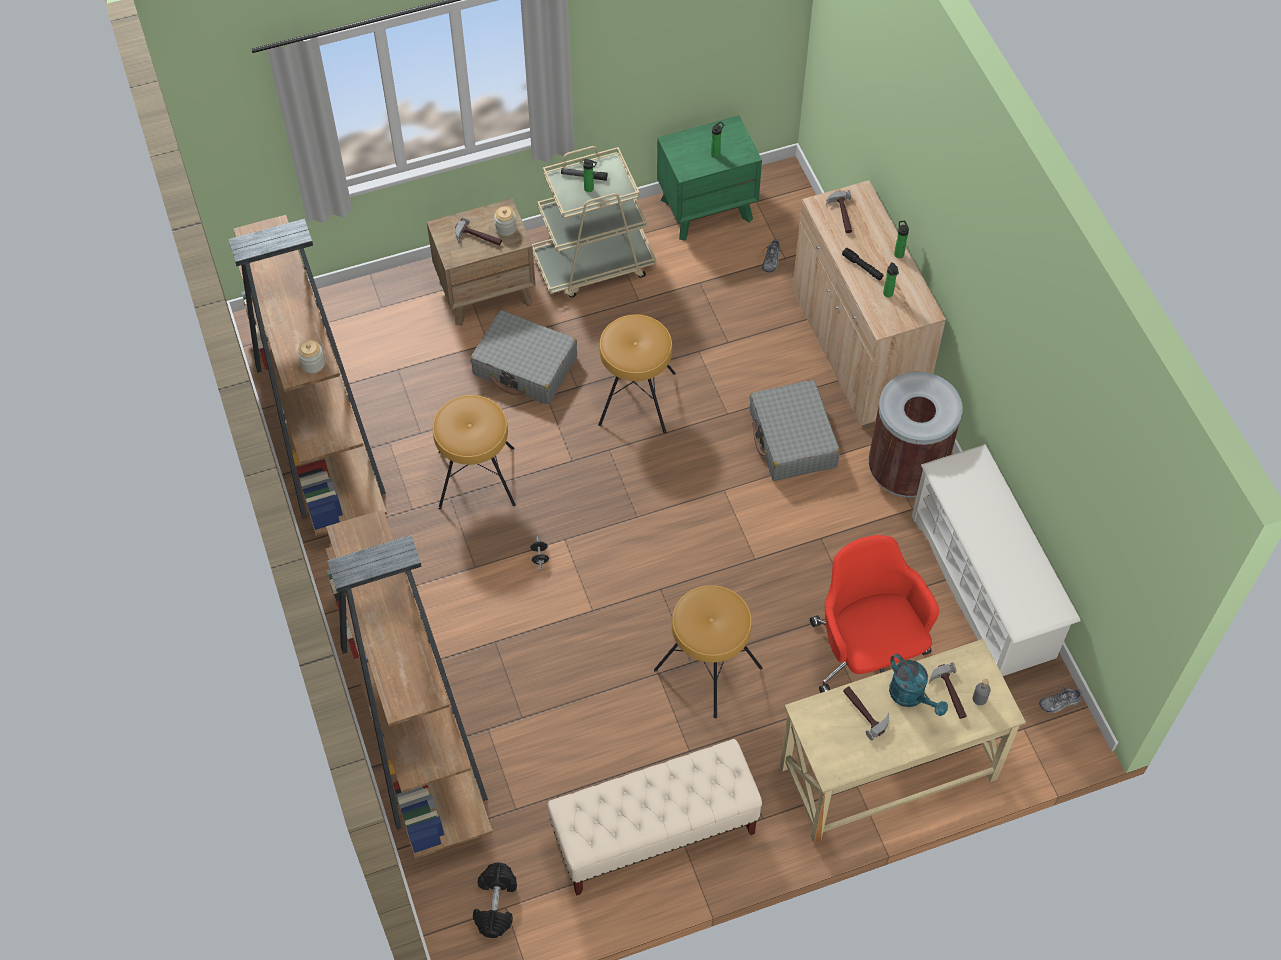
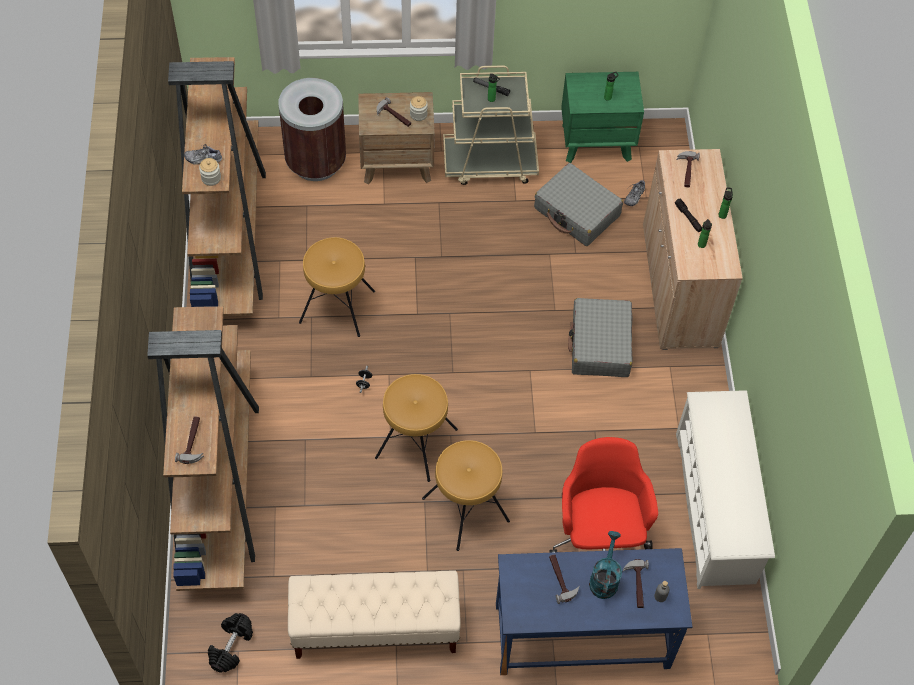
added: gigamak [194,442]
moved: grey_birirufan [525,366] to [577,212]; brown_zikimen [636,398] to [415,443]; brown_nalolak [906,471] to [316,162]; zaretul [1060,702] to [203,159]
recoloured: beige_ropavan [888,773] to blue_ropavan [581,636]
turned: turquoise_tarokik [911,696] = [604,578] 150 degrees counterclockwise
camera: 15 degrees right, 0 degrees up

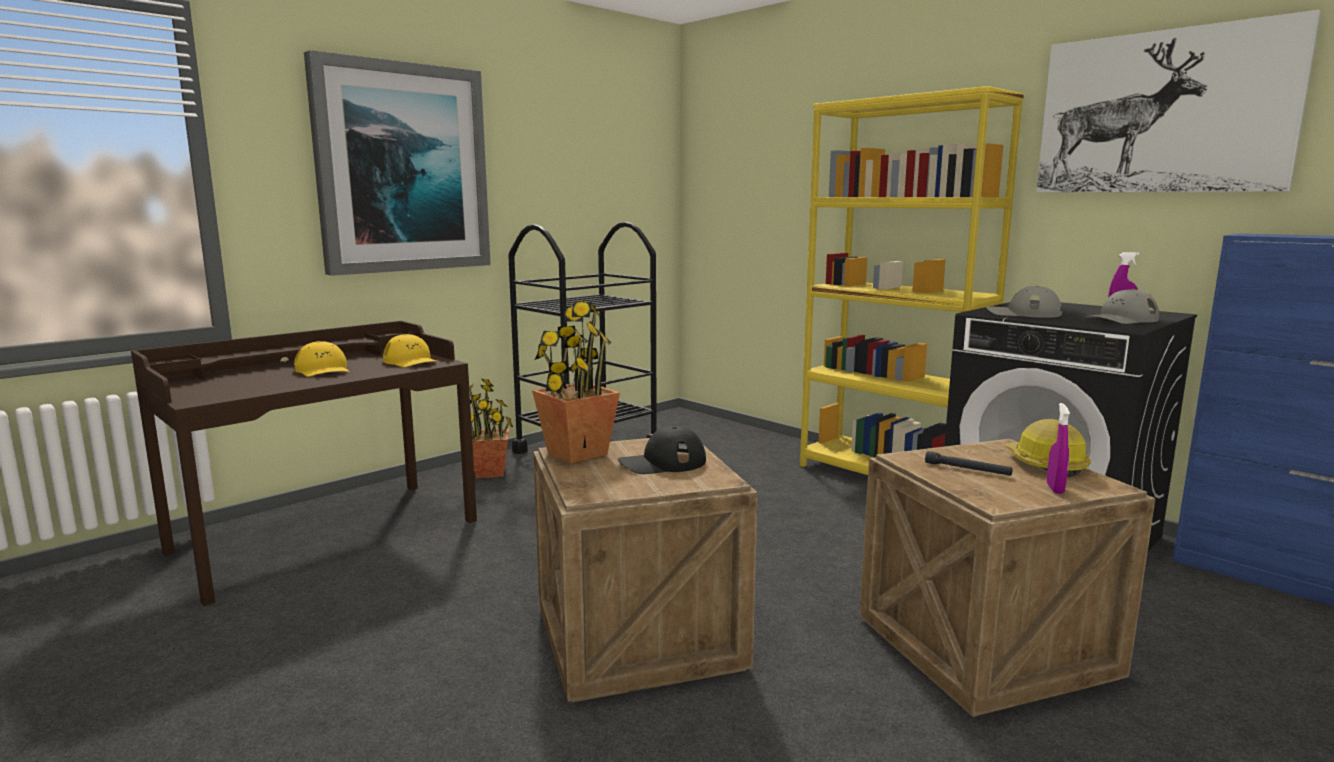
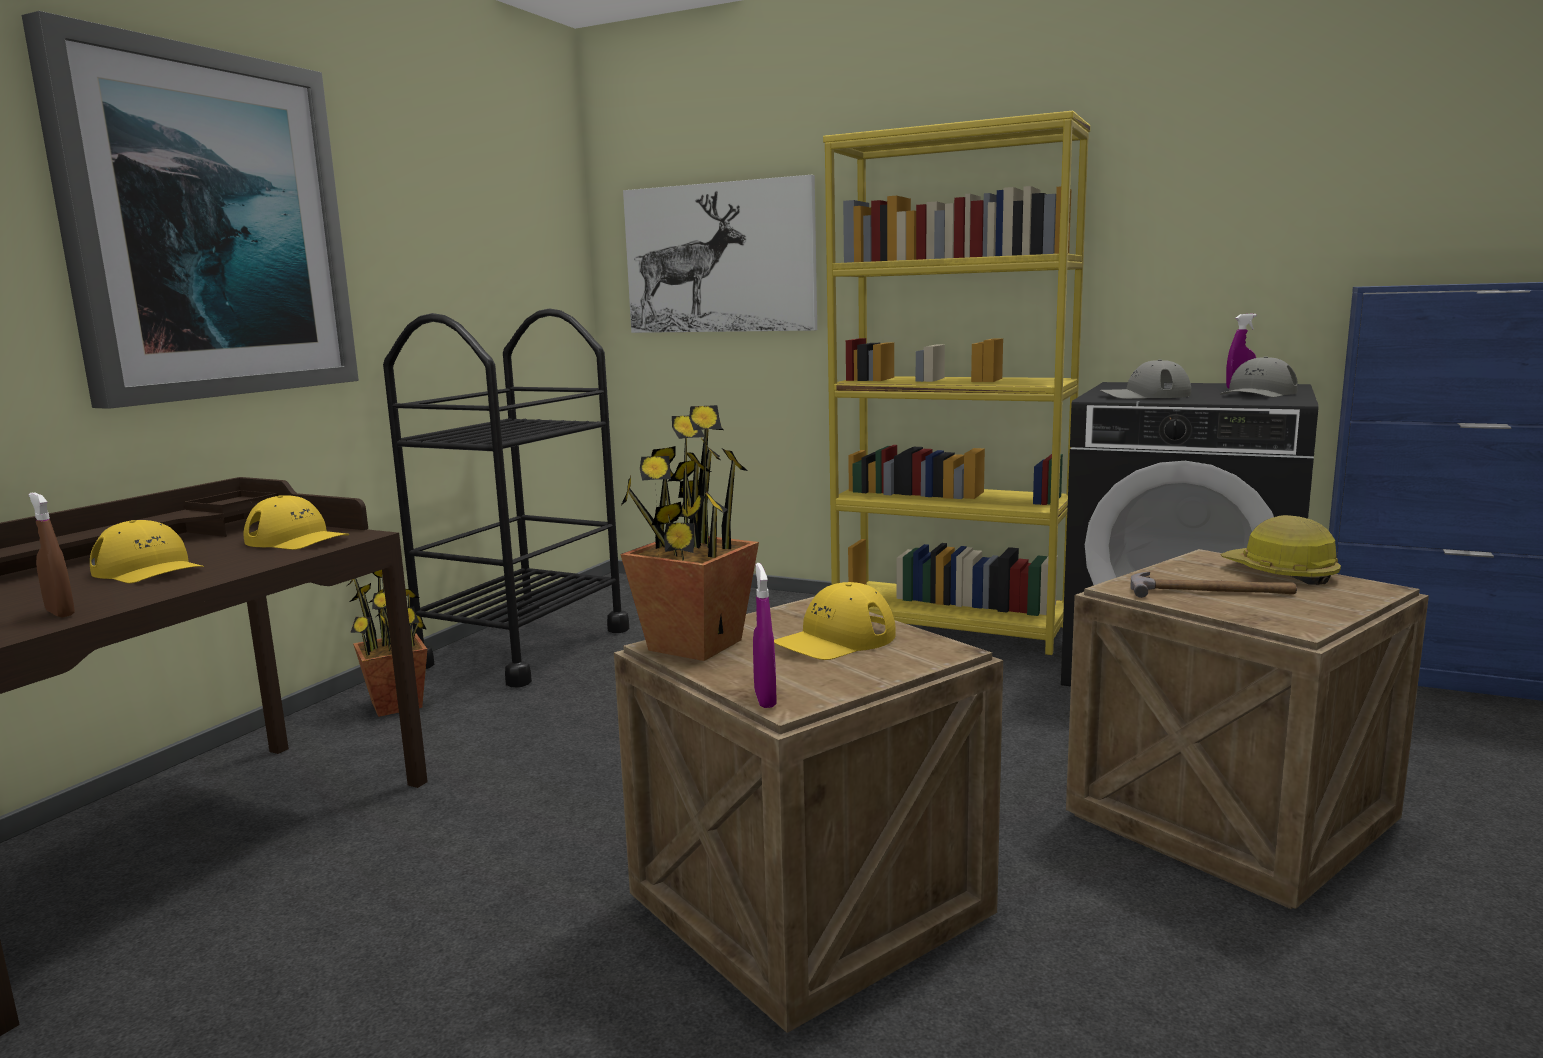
added: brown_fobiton [60,613]
moved: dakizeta [1163,112] to [719,258]; purple_fobiton [1055,489] to [765,699]
replaced: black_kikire [967,470] to gigamak [1211,592]
recoloured: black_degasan [662,463] to yellow_degasan [835,640]
camera: 20 degrees left, 0 degrees up

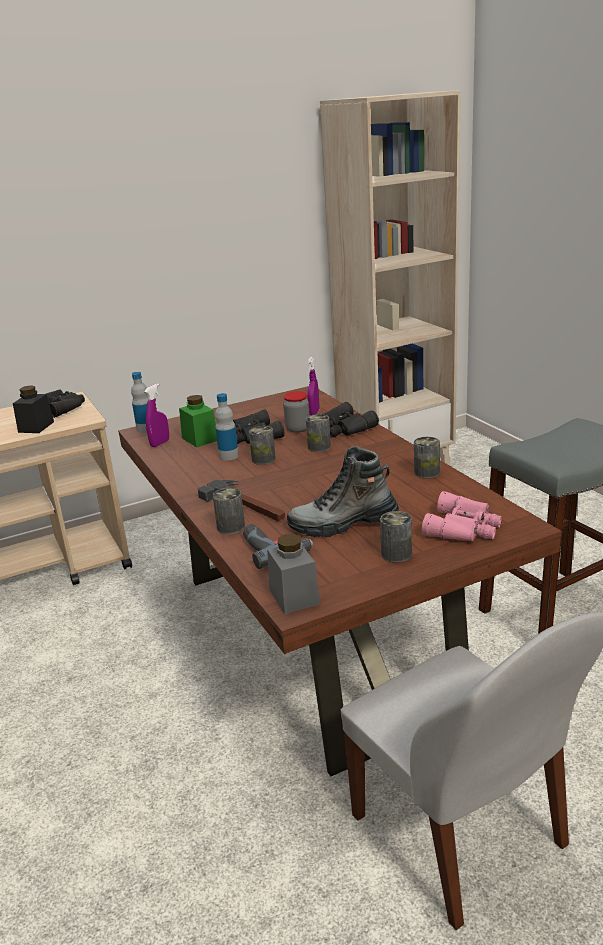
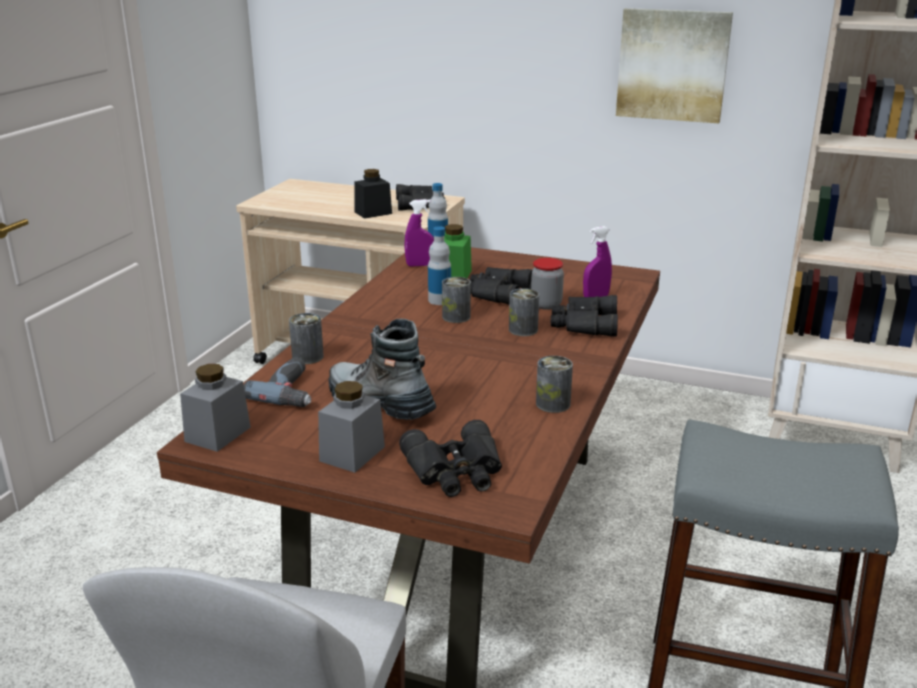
removed: gigamak [246,505]
added: dakizeta [672,65]
replaced: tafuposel [396,554] to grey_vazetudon [352,454]
recoloured: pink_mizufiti [464,528] to black_mizufiti [456,471]
camera: 45 degrees right, 0 degrees up

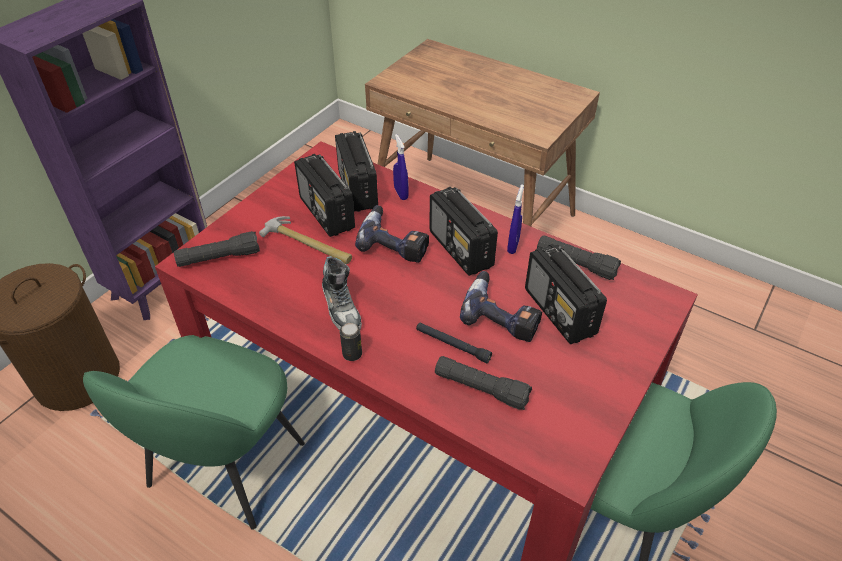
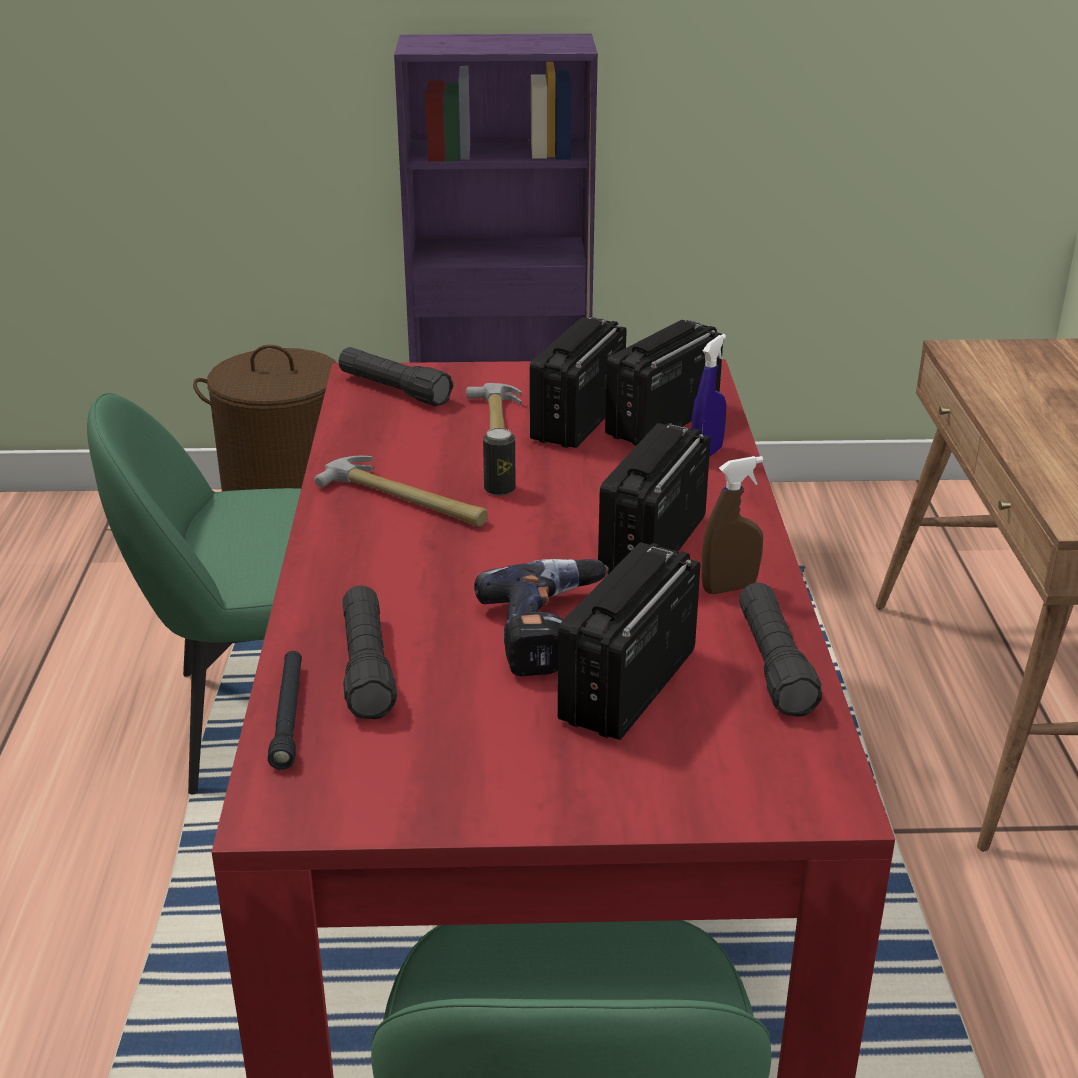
removed: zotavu [395,242]
moved: black_kikire [452,345] to [288,715]; tafuposel [352,354] to [499,489]
replaced: zaretul [341,307] to gigamak [404,500]
recoloured: blue_fobiton [513,246] to brown_fobiton [729,588]
camera: 55 degrees right, 15 degrees down

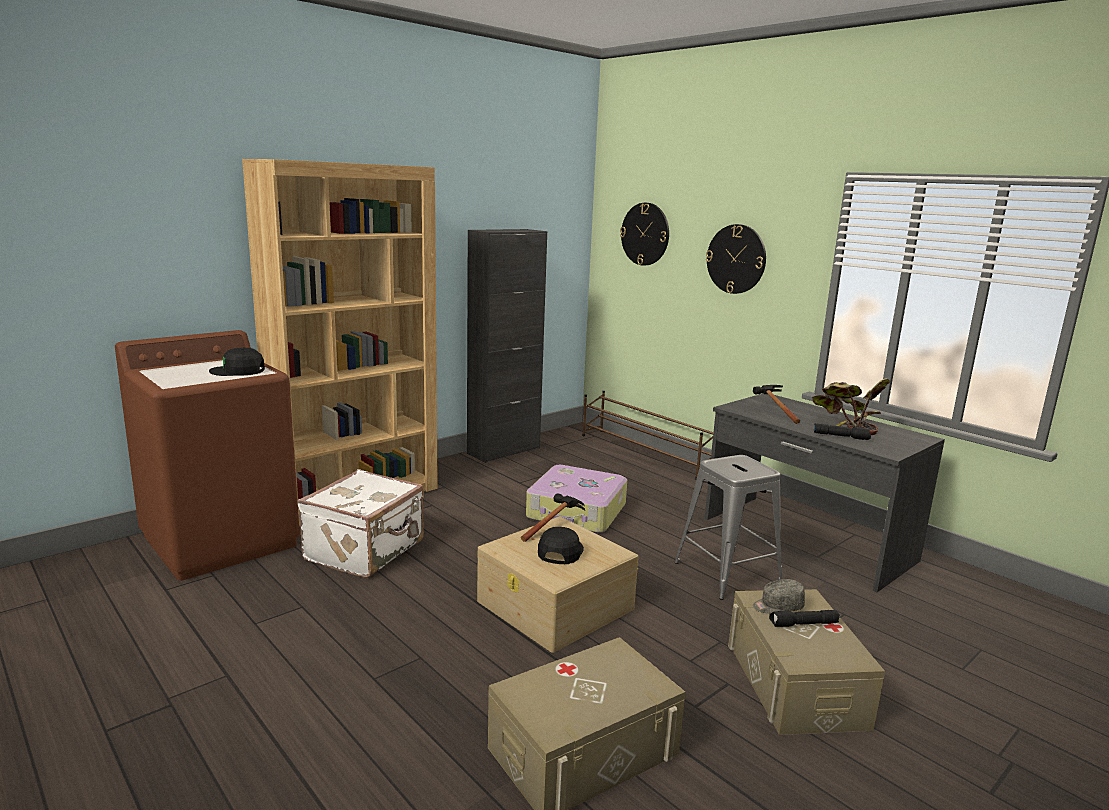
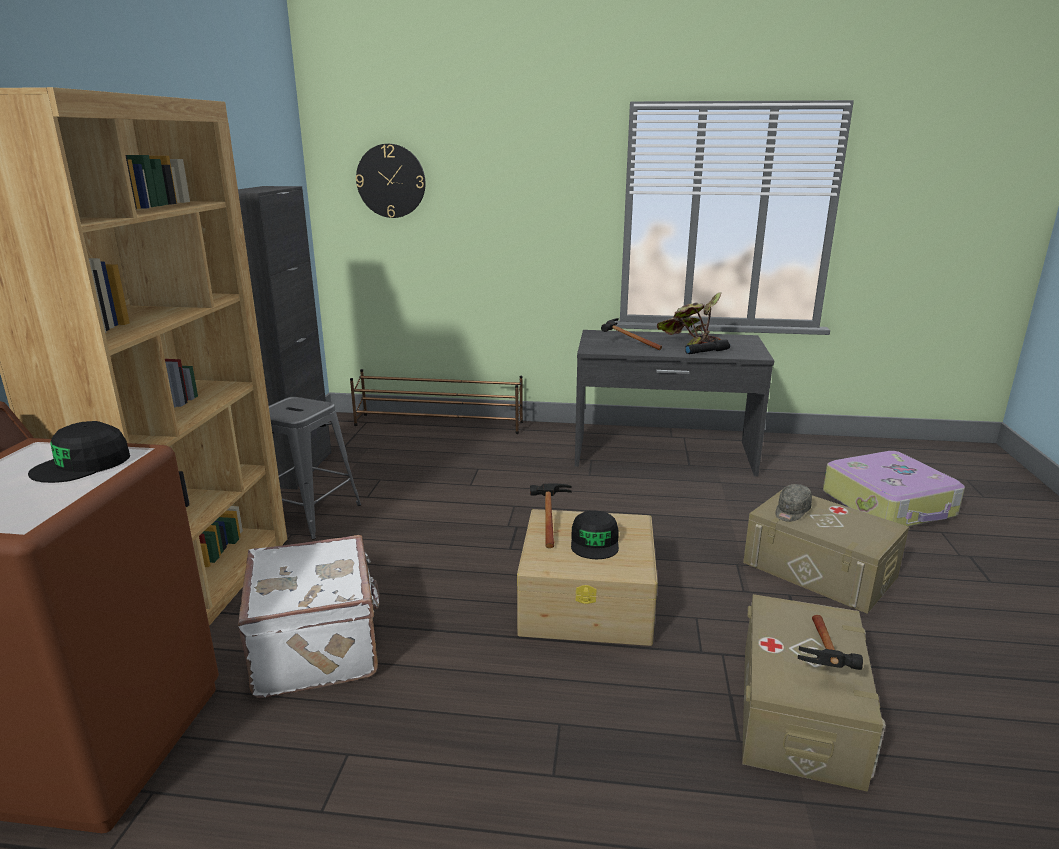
removed: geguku [736,259]; black_kikire [803,624]
added: gigamak [824,663]
moved: grey_zikimen [728,573] to [308,514]; birirufan [577,512] to [889,505]
turned: black_degasan [560,551] = [595,542] 150 degrees counterclockwise
camera: 40 degrees left, 5 degrees up

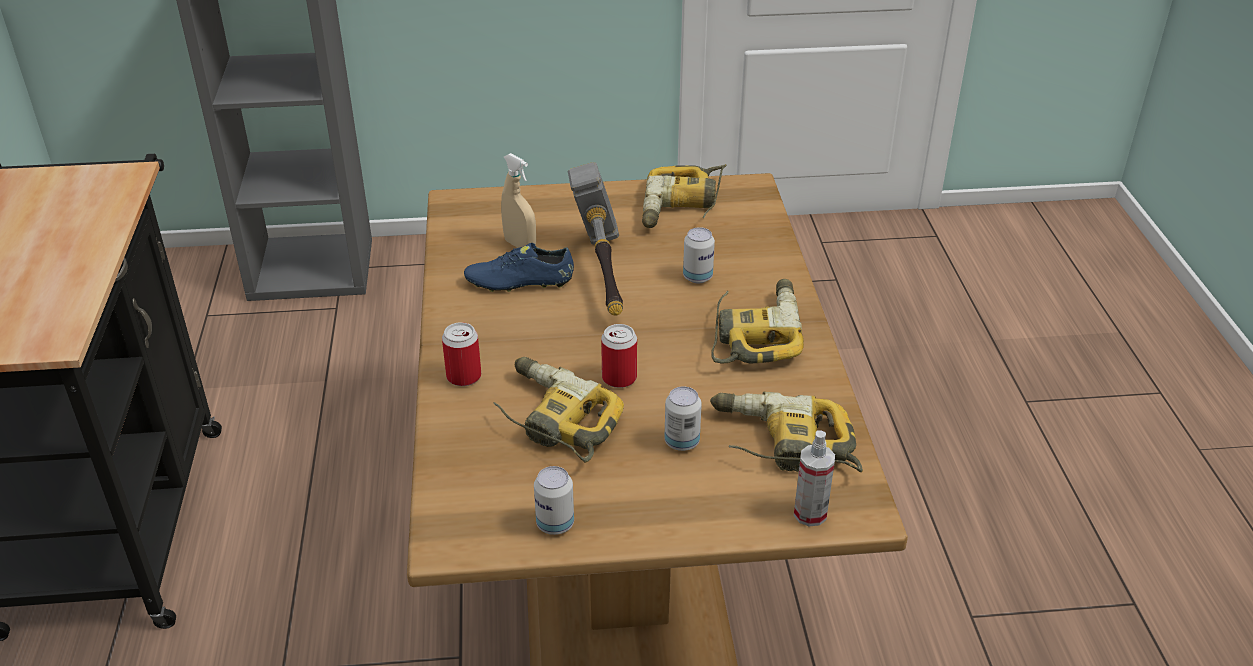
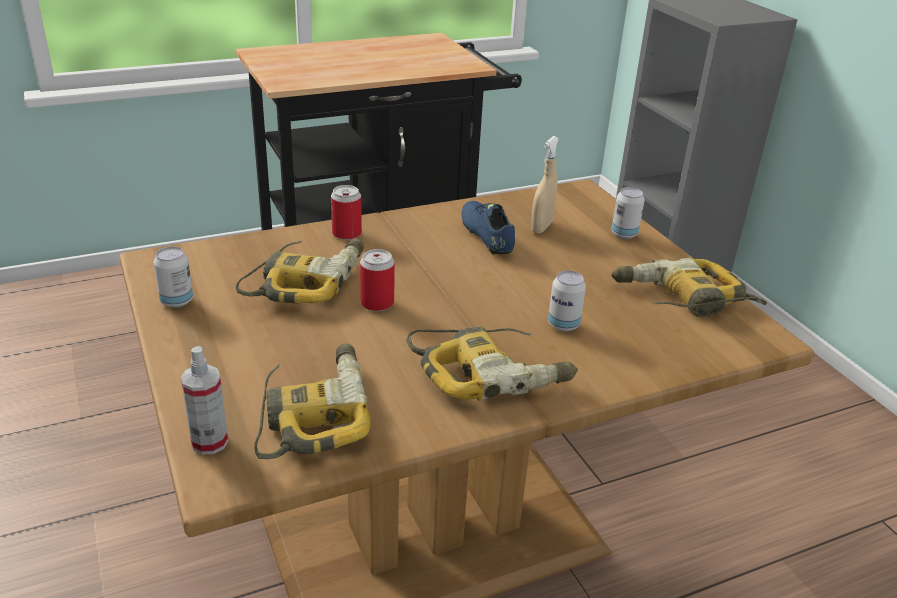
removed: gigamak [603,274]
moved: tafuposel [682,442] to [624,234]
camera: 70 degrees right, 5 degrees down

